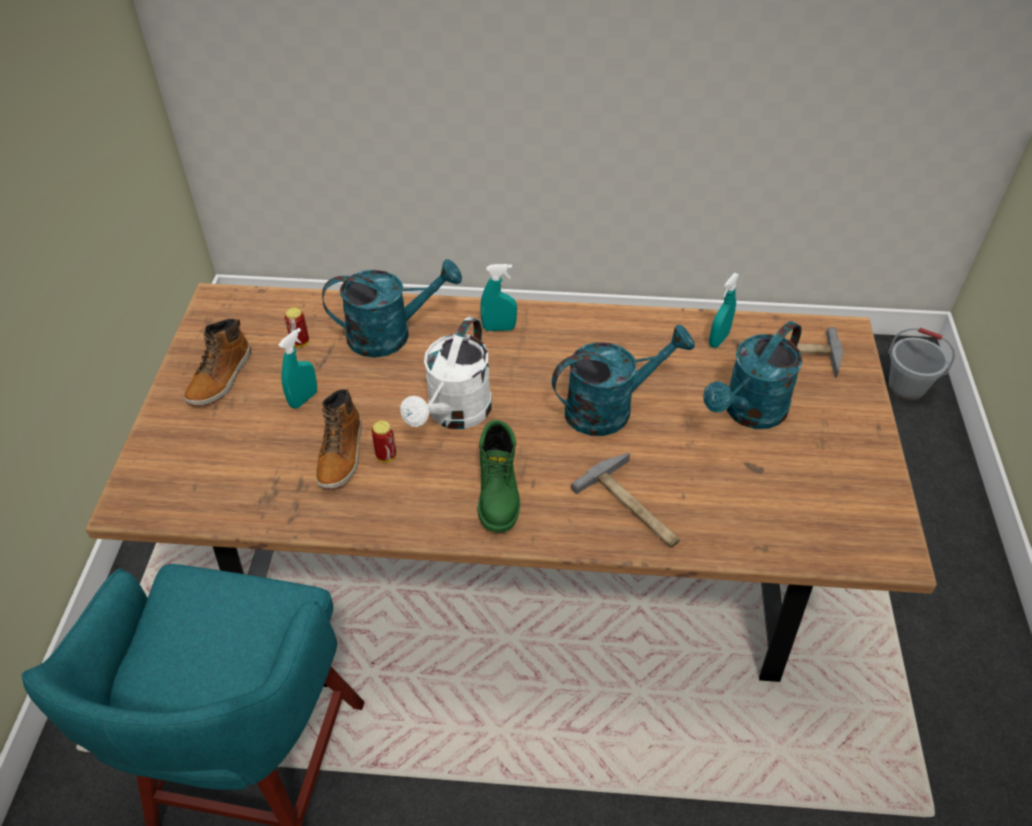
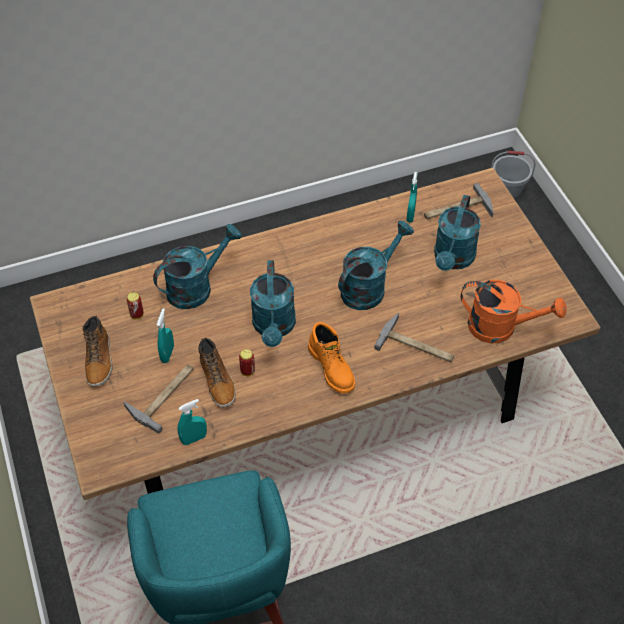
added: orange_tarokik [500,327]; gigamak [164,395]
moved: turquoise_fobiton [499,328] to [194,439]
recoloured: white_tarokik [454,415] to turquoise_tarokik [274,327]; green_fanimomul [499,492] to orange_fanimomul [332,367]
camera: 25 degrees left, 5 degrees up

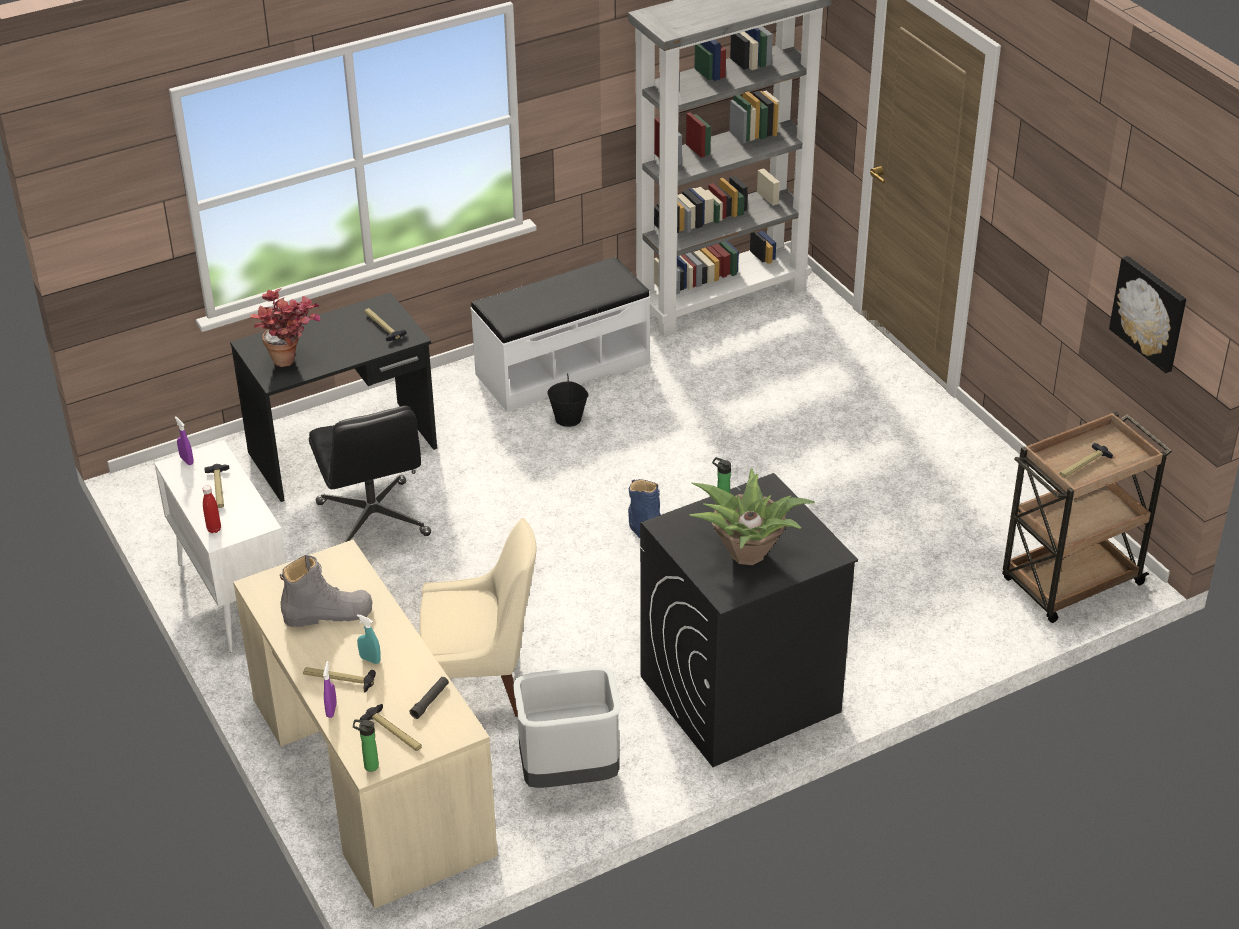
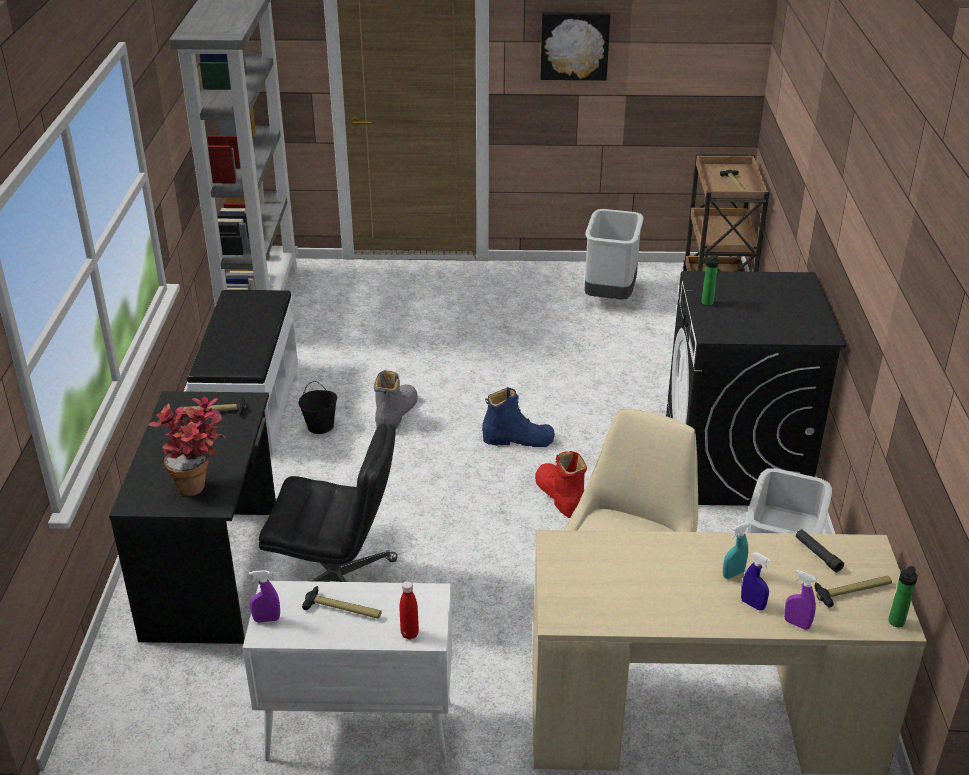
removed: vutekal [745,553]
added: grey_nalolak [609,295]; red_fanimomul [560,496]
moved: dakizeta [1150,313] to [574,45]; grey_fanimomul [328,614] to [396,413]
replaced: gigamak [339,680] to blue_fobiton [752,604]
camera: 60 degrees left, 5 degrees down

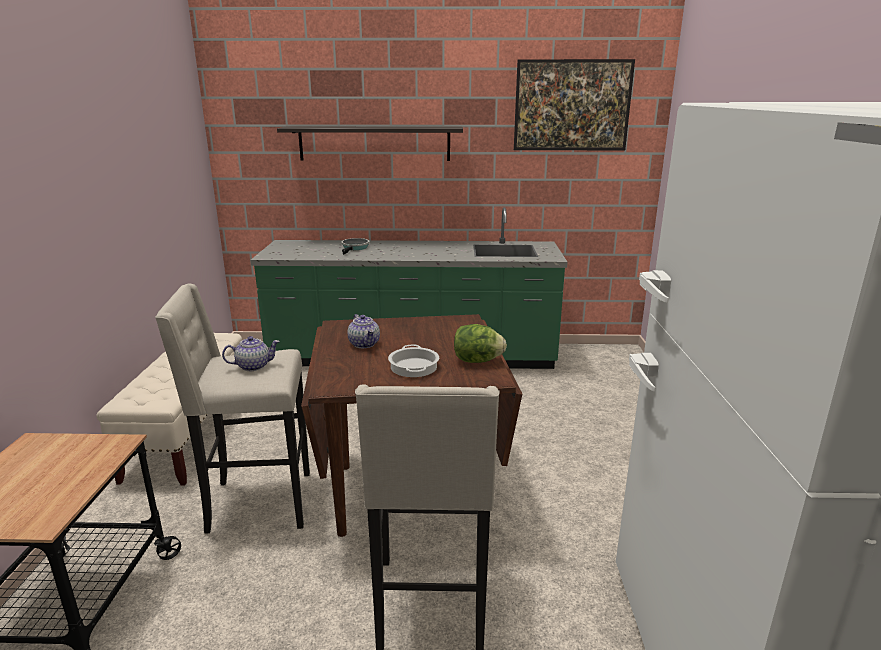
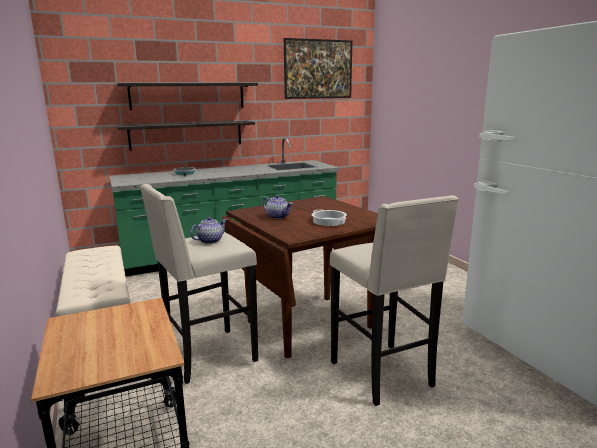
removed: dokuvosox [477,361]
added: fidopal [186,135]
camera: 25 degrees left, 5 degrees down

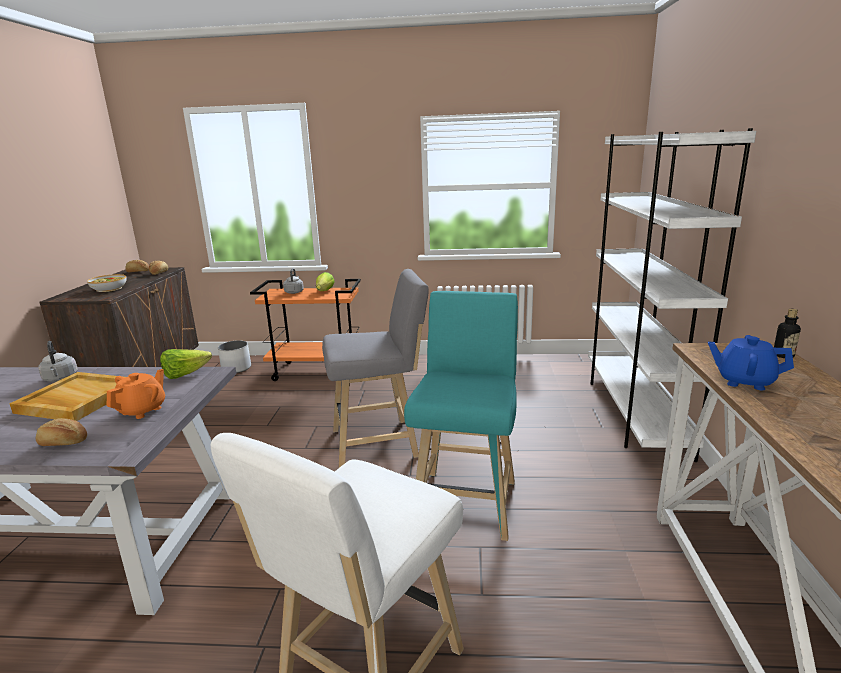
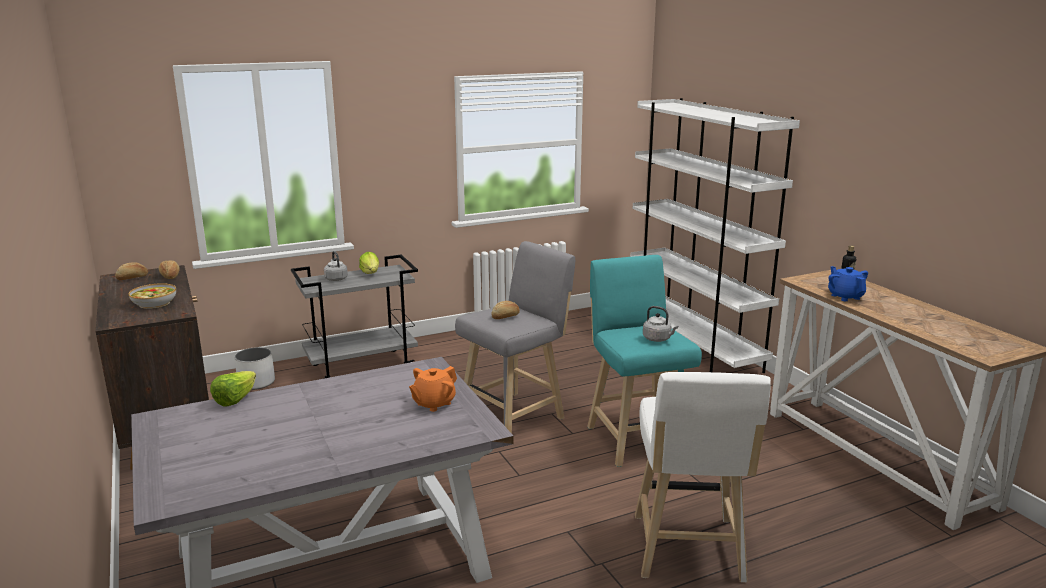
removed: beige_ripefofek [76,400]
moved: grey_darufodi [61,379] to [658,339]; dokuvosox [185,375] to [235,399]; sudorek [63,443] to [506,317]
recoloured: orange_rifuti [317,371] to grey_rifuti [362,367]
turned: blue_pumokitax [744,381] = [845,296] 75 degrees clockwise; orange_pumokitax [142,410] = [433,403] 135 degrees counterclockwise
camera: 30 degrees left, 0 degrees up

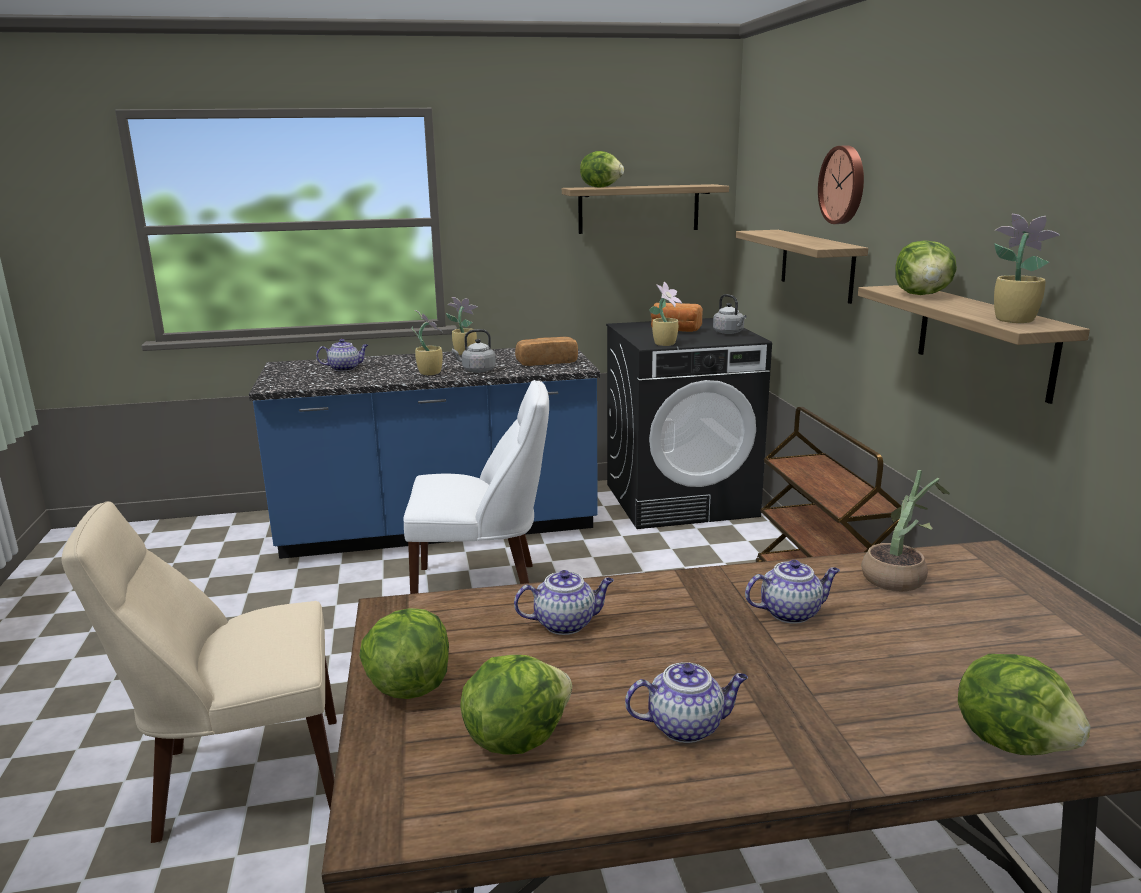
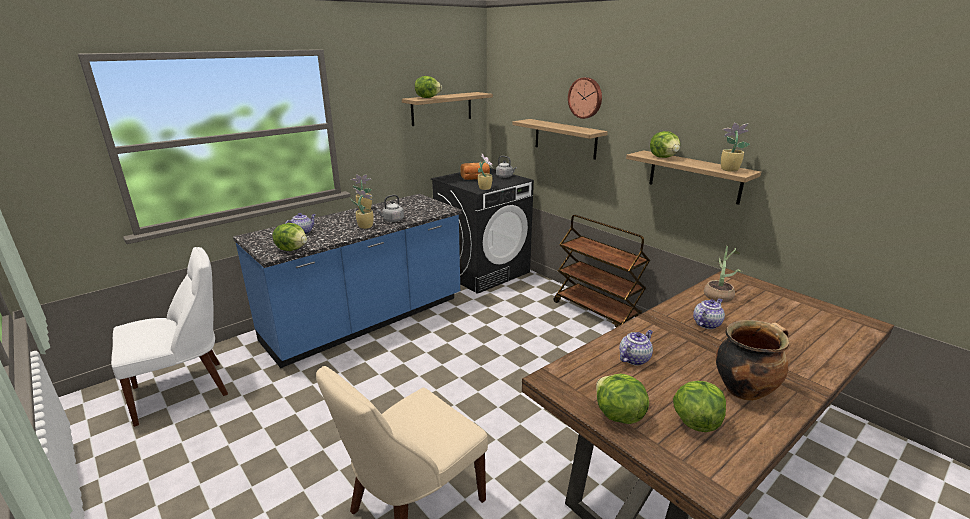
removed: sudorek [546,362]
moved: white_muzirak [482,588] to [186,389]; dokuvosox [1012,741] to [292,249]
replaced: pumokitax [686,726] to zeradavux [744,389]
camera: 30 degrees left, 5 degrees up

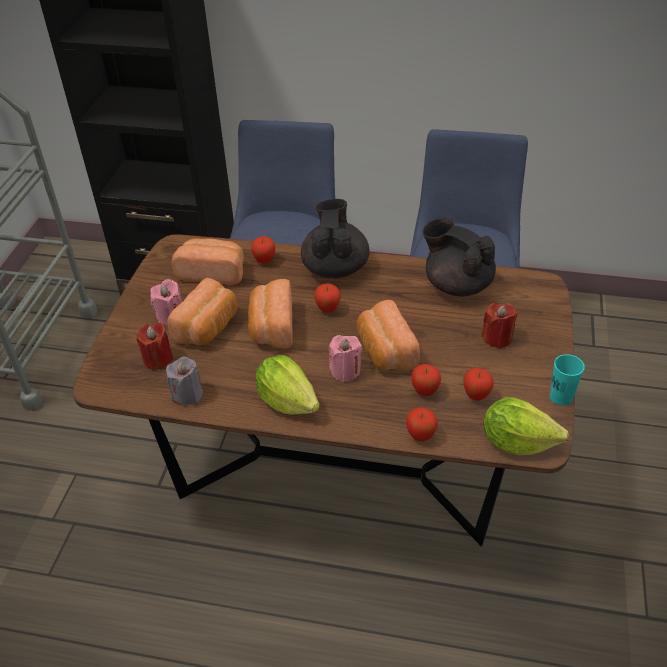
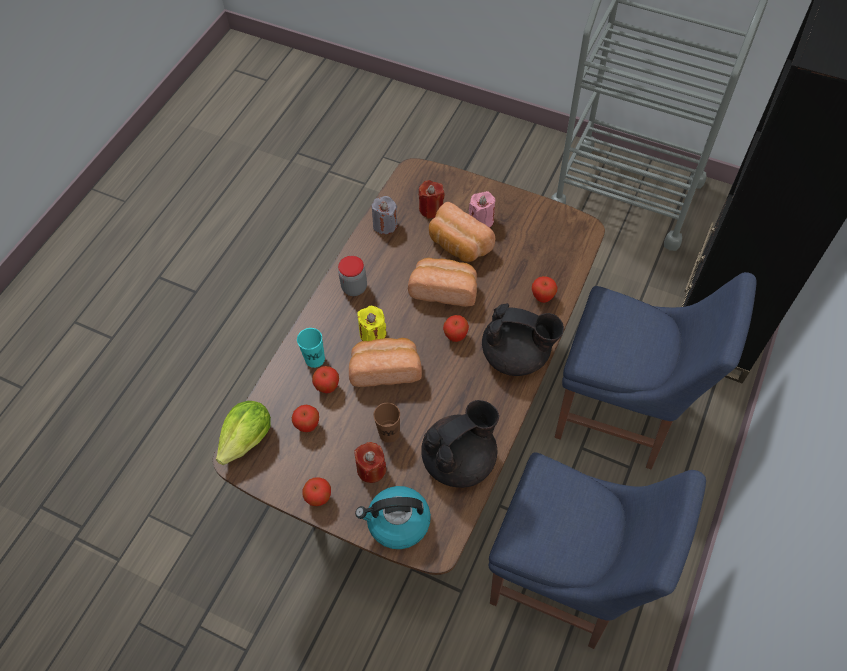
removed: sudorek [212,272]
added: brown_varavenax [389,433]; darufodi [397,522]
moved: turquoise_varavenax [561,397] to [315,359]; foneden [420,436] to [319,498]
replaced: dokuvosox [287,400] to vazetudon [354,287]
recoloured: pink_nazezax [345,371] to yellow_nazezax [373,334]
camera: 105 degrees right, 15 degrees up

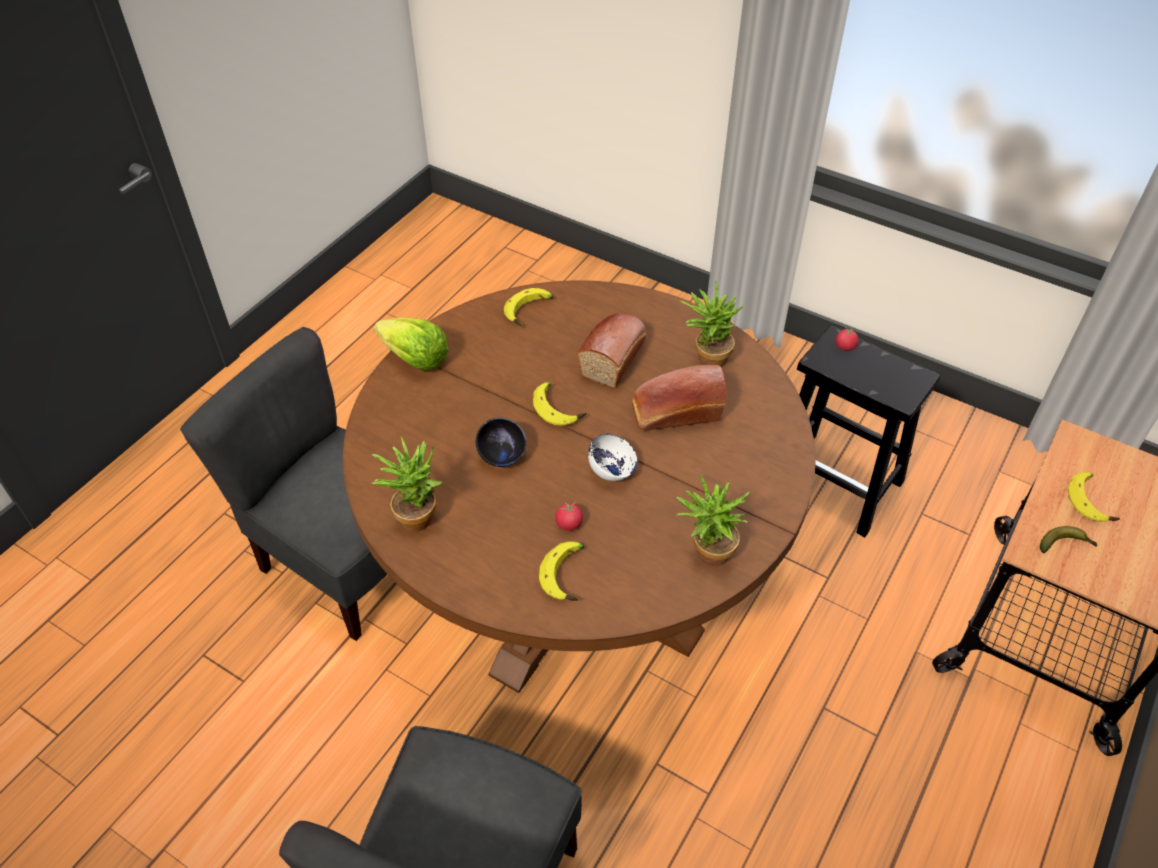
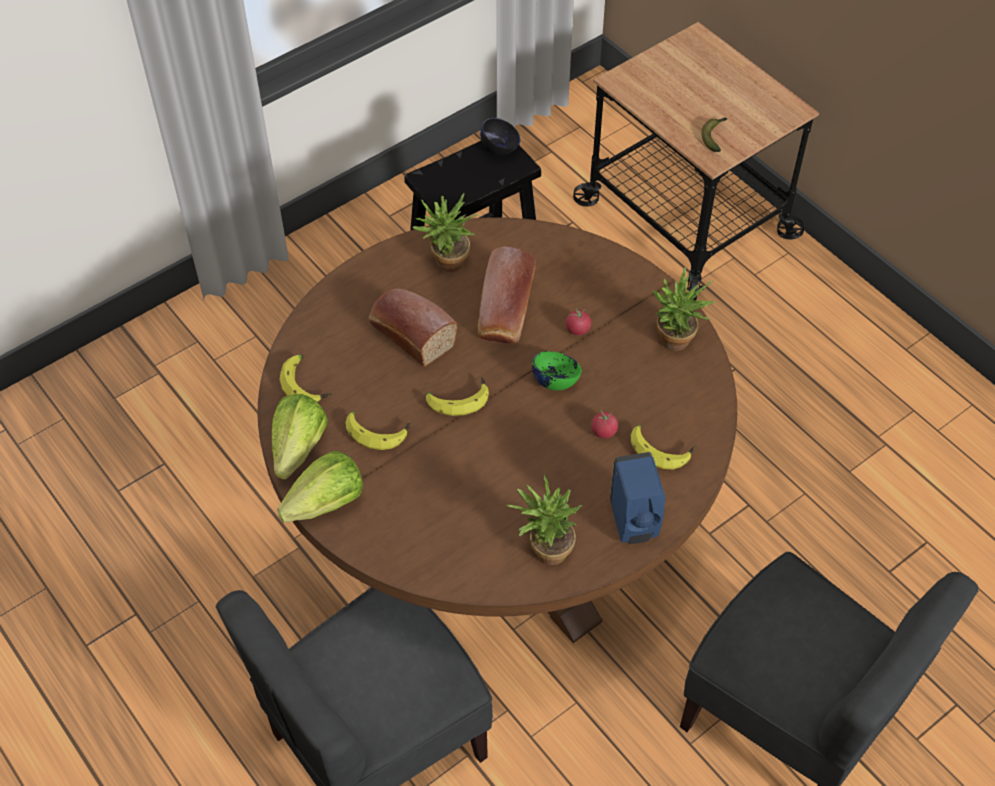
added: dokuvosox [298,448]; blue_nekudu [634,524]
moved: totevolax [845,346] to [578,329]; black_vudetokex [502,457] to [500,148]; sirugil [1091,501] to [378,430]
recoloured: white_vudetokex [612,471] to green_vudetokex [555,381]
camera: 70 degrees left, 5 degrees up

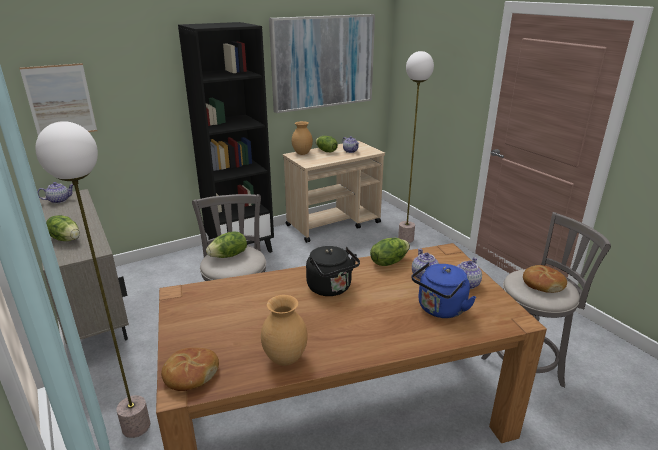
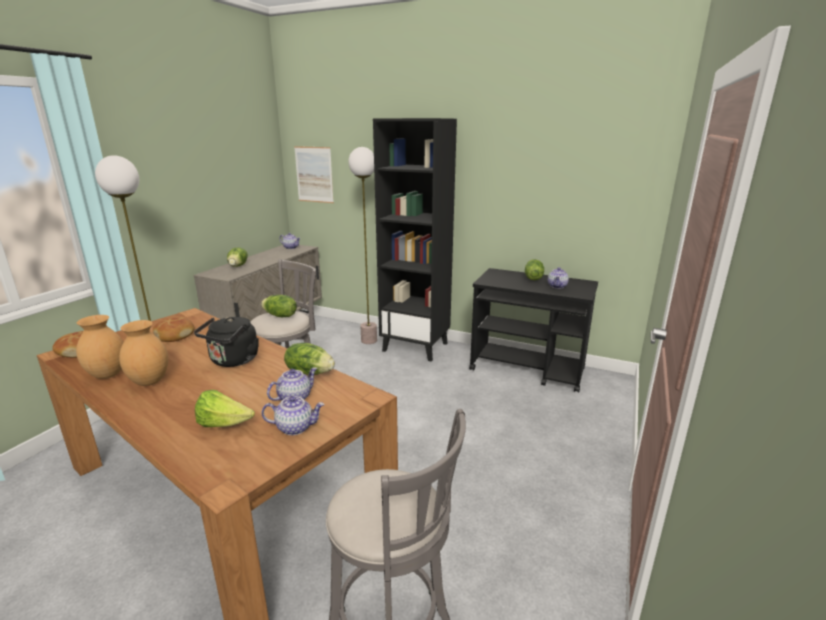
removed: dakizeta [322,62]
moved: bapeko [405,239] to [369,340]; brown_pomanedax [302,153] to [149,382]; sudorek [542,284] to [175,335]
replaced: blue_darufodi [440,309] to dokuvosox [224,424]
recoloured: beige_rifuti [334,224] to black_rifuti [528,369]
camera: 55 degrees right, 5 degrees down

